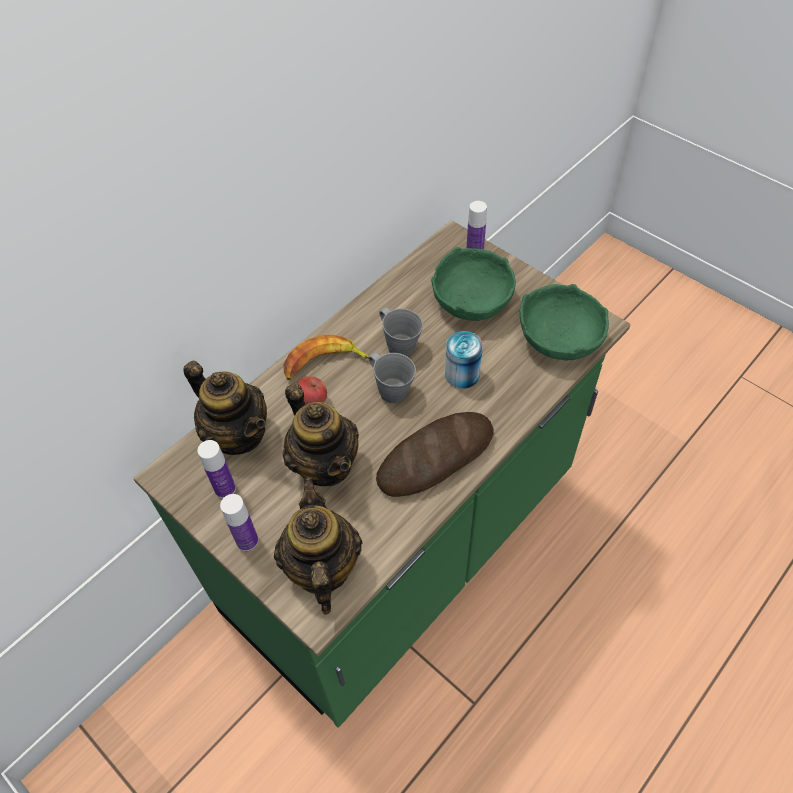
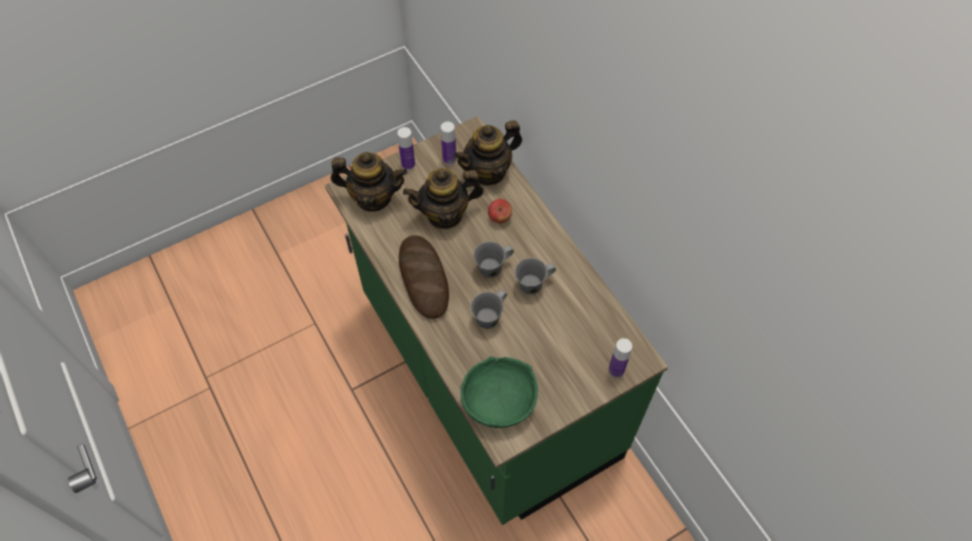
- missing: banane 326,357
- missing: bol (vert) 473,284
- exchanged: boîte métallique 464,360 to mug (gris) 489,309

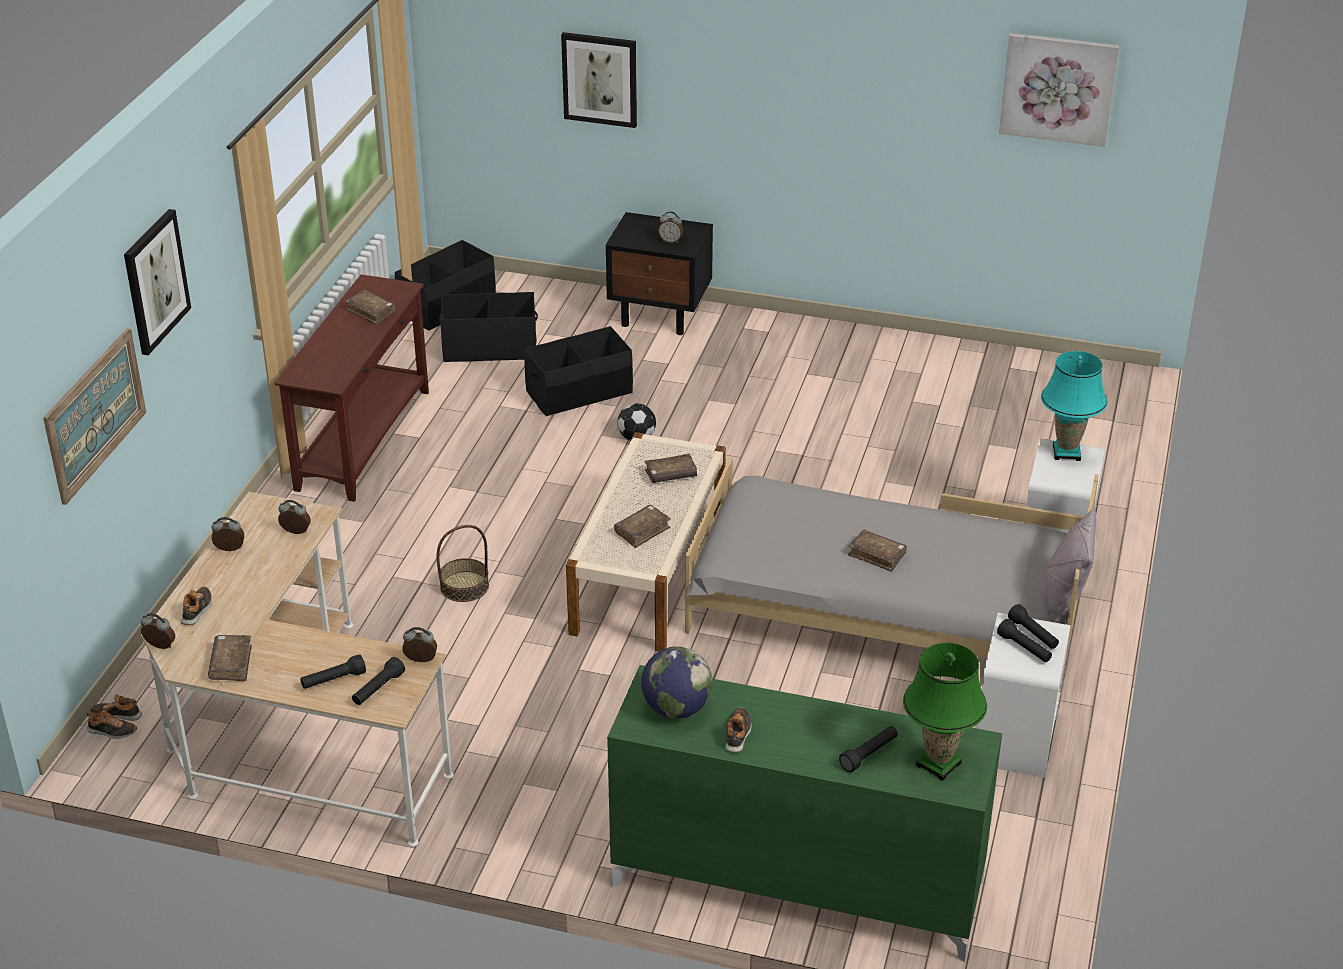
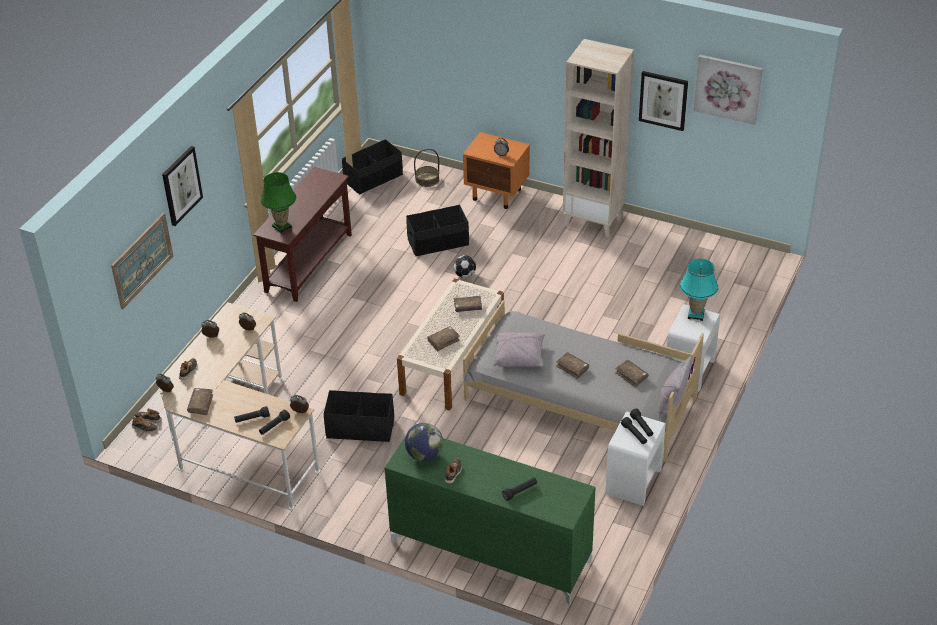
- appeared: coussin (violet) 519,349
- appeared: bibliothèque (beige) 598,138
- relocated: livre (marron) 370,307 to 631,373
- relocated: panier 463,563 to 426,168
- relocated: boîte de rangement (noir) 488,327 to 359,416
- relocated: tableau 599,80 to 663,101
- relocated: lampe de table (vert) 945,712 to 278,202
- colour: table de chevet (noir) 659,273 to table de chevet (orange) 496,170

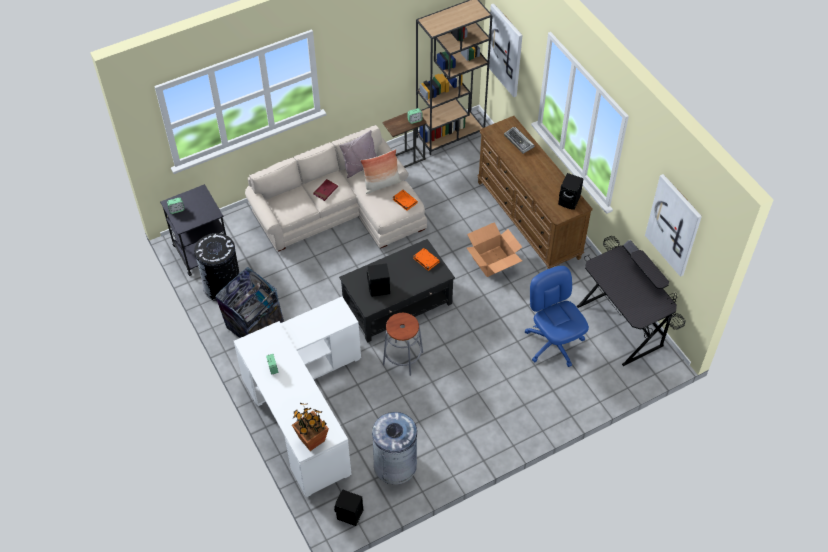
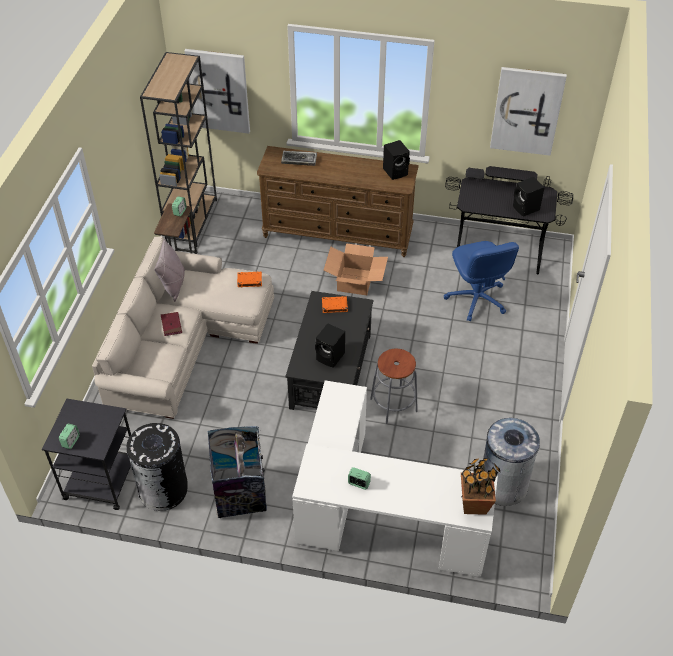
- missing: coussin 381,171
- relocated: enceinte (noir) 348,508 to 529,197
- spun: chaise de bureau (bleu) 557,316 = 481,281 120 degrees counterclockwise

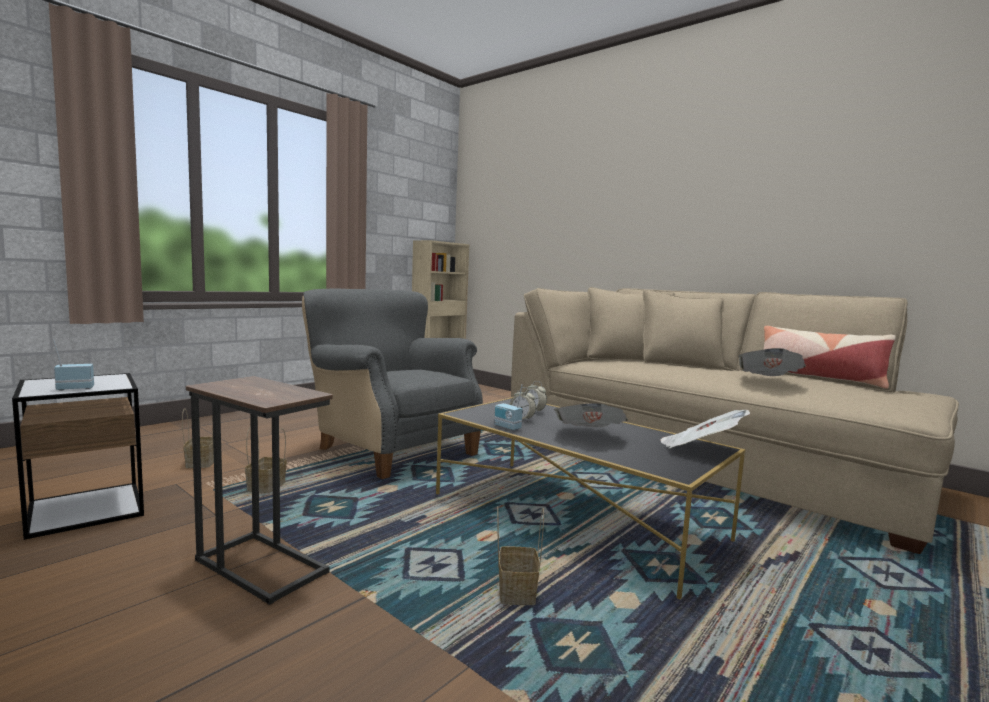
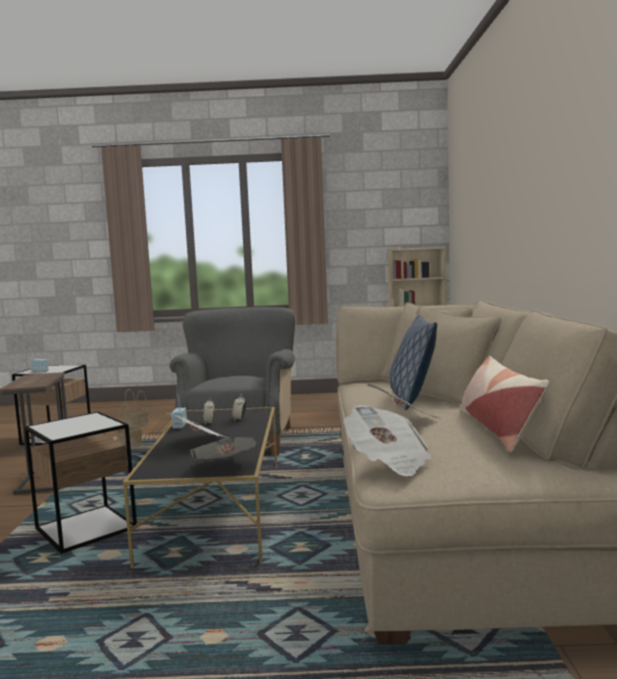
- appeared: journal 388,441
- appeared: coussin 413,362
- exchanged: panier 520,555 to table d'appoint 80,483

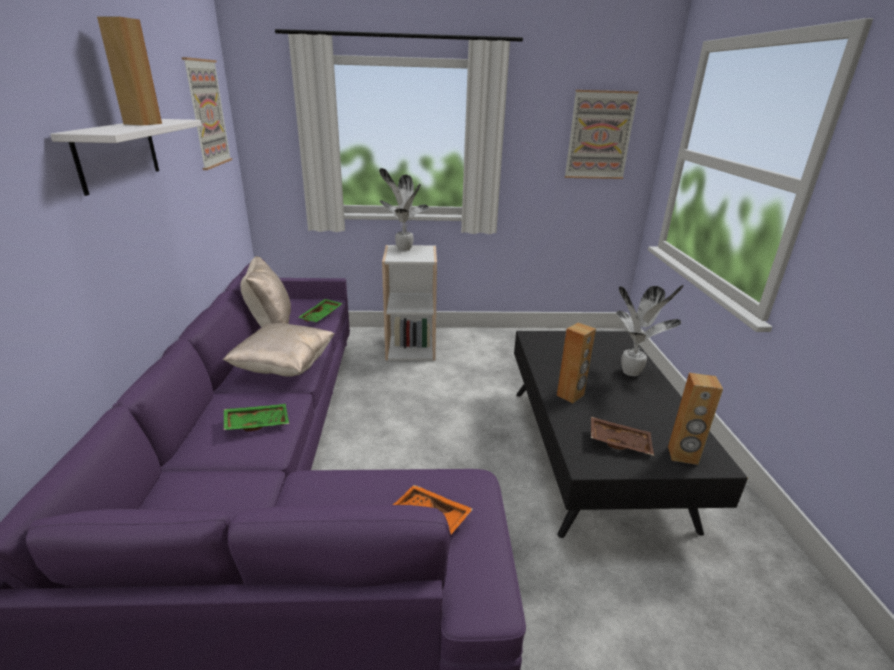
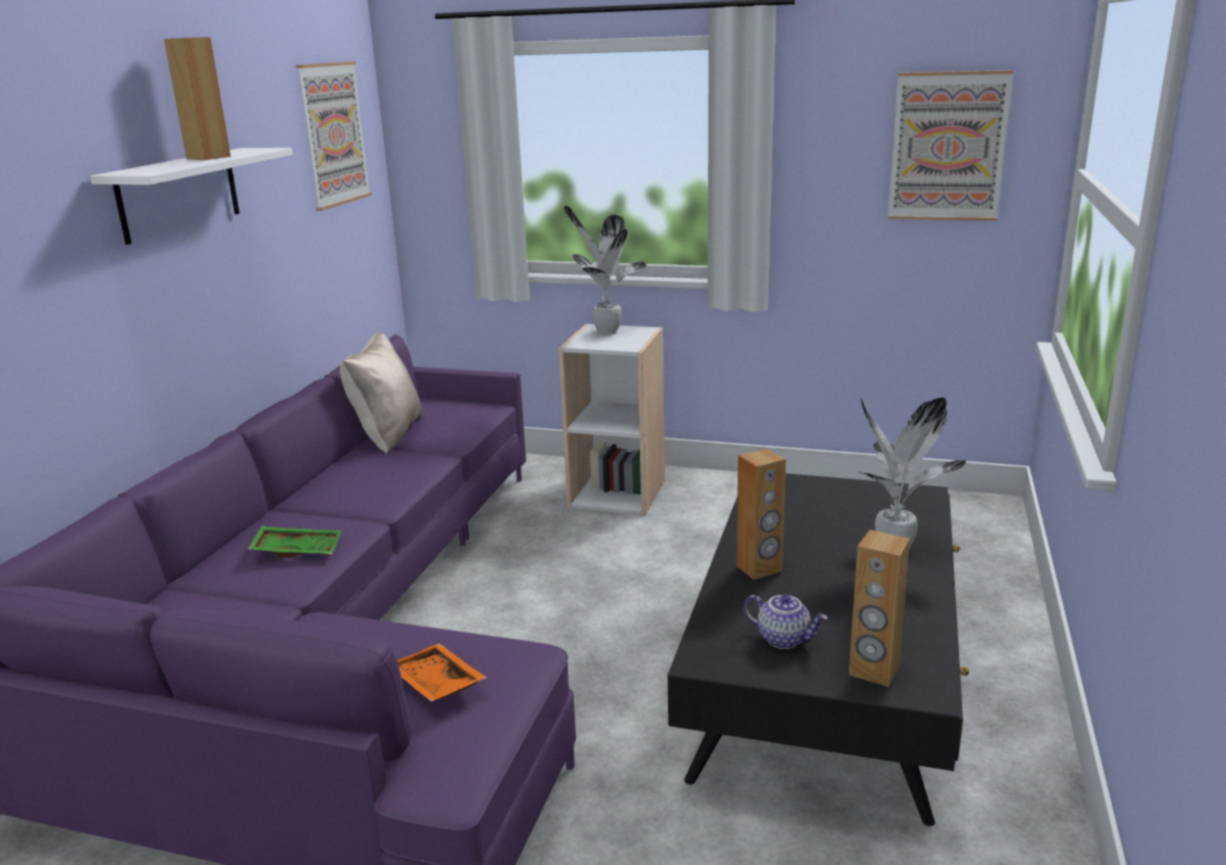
- missing: coussin (beige) 279,350
- missing: plateau (vert) 320,310
- exchanged: plateau (marron) 622,436 to théière 785,621

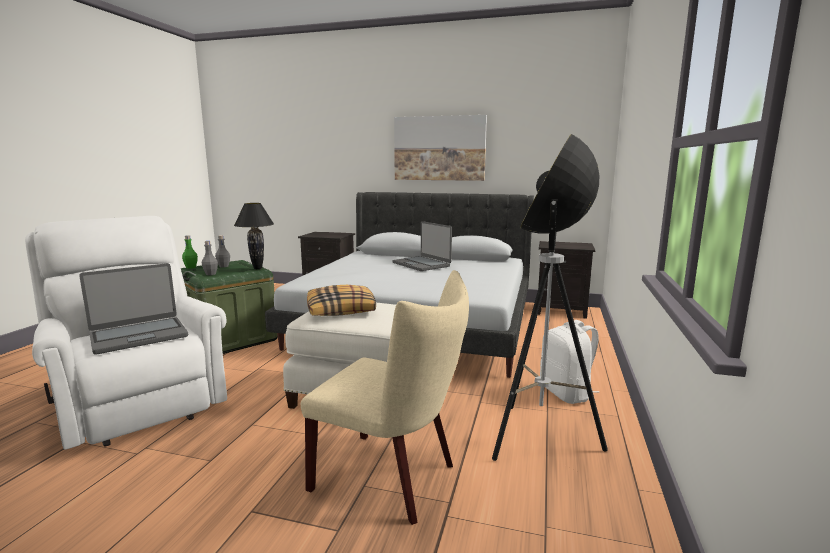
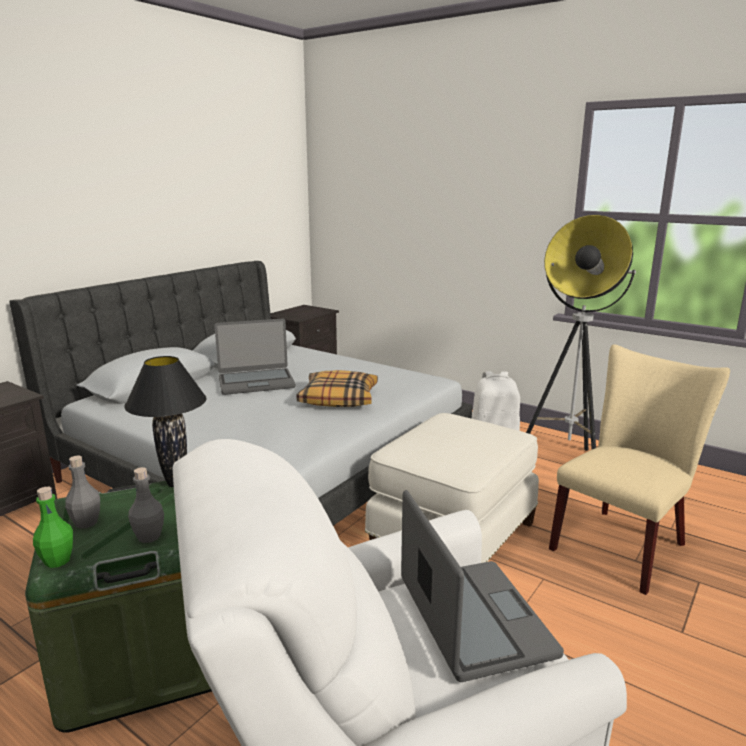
- missing: tableau 440,148
- relocated: coussin 341,300 to 337,388

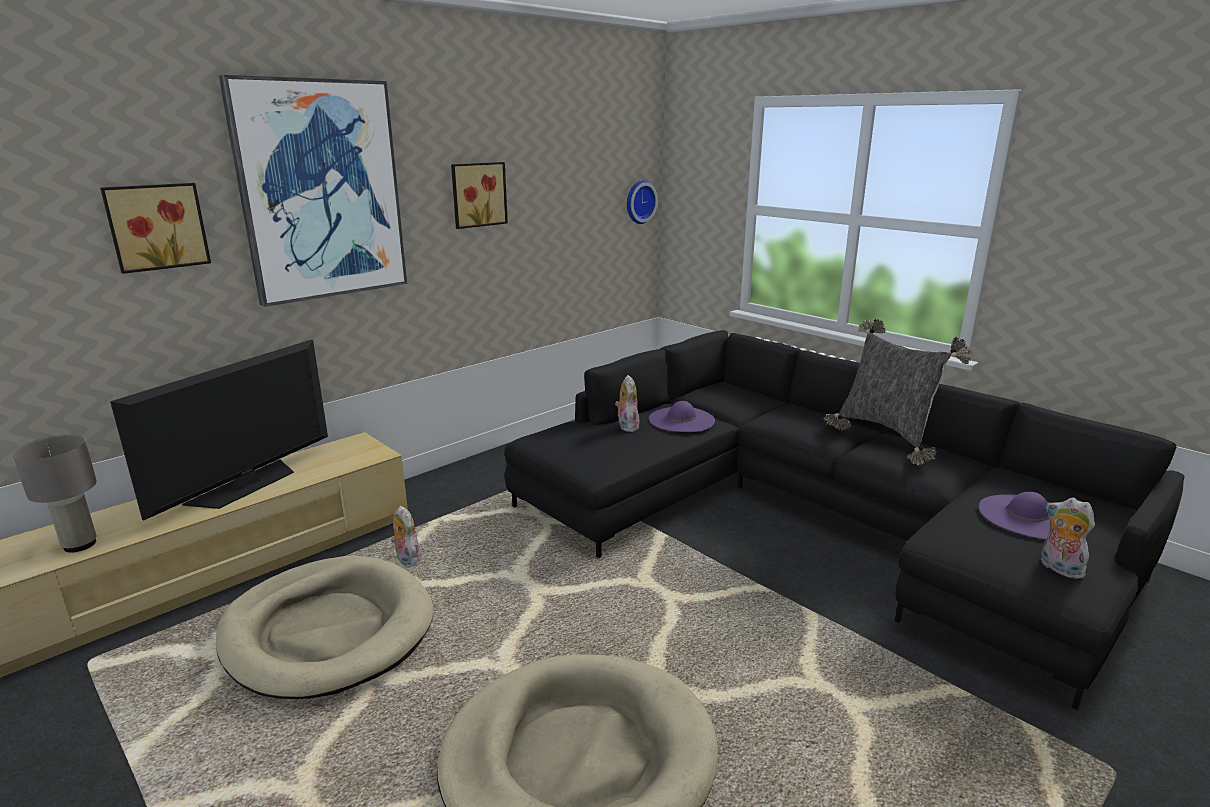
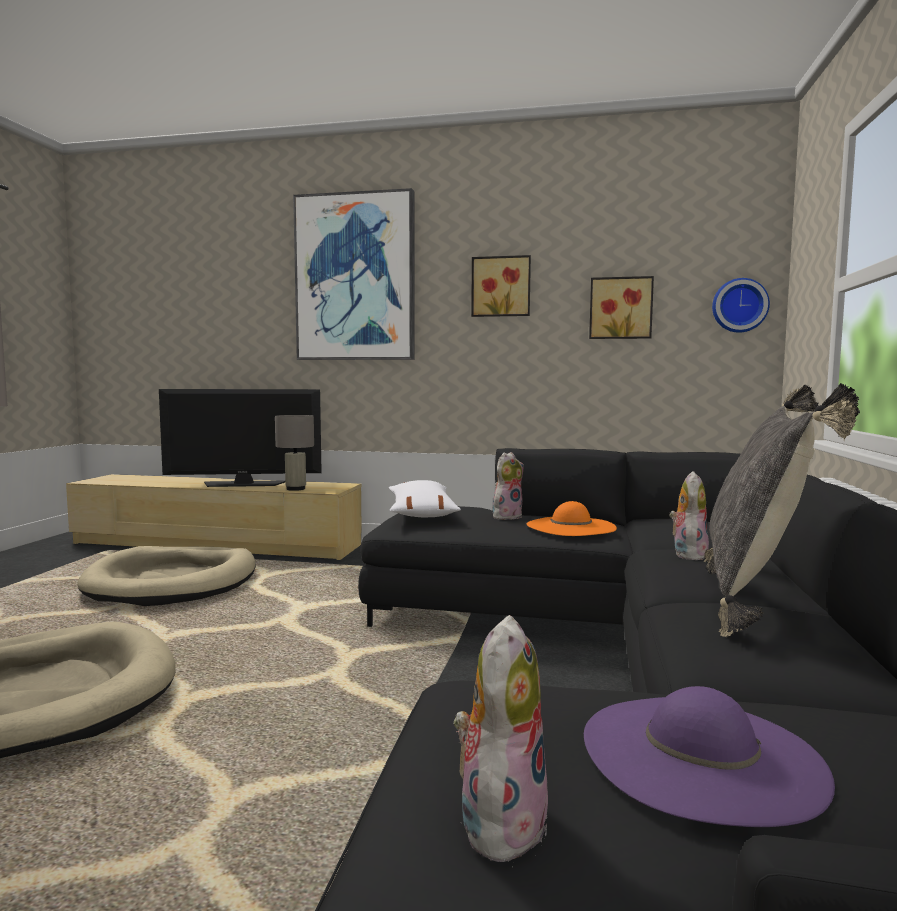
- appeared: coussin (blanc) 425,498
- relocated: lampe de table (gris) 55,494 to 294,453
- relocated: tableau 155,228 to 621,307
- relocated: peluche 406,536 to 689,515
- colour: chapeau (violet) 682,416 to chapeau (orange) 572,518

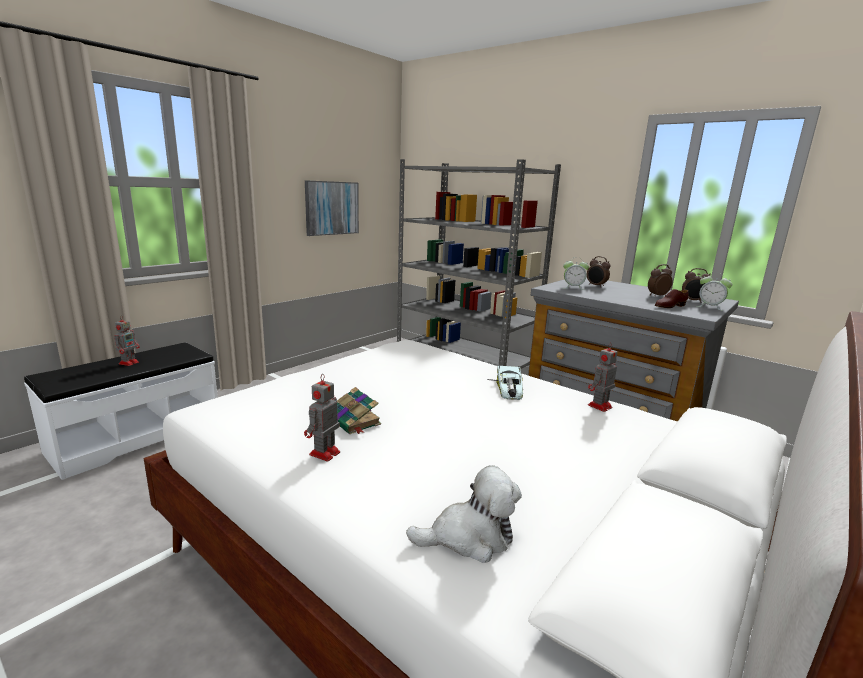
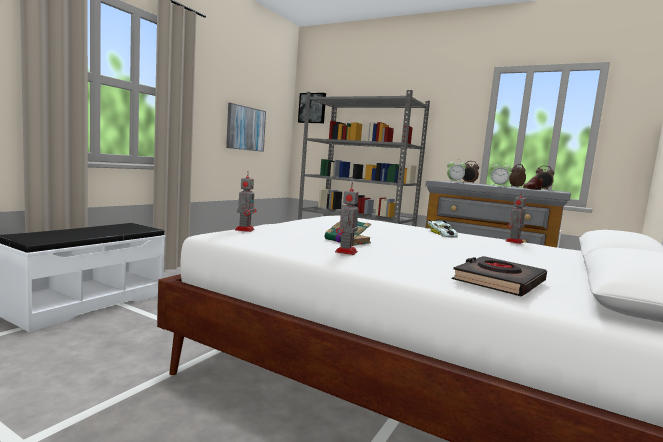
- appeared: tableau 312,108
- relocated: robot jouet 127,341 to 245,202
- relocated: réveil 714,292 to 501,175
- exchanged: peluche 464,514 to livre (noir) 499,276

